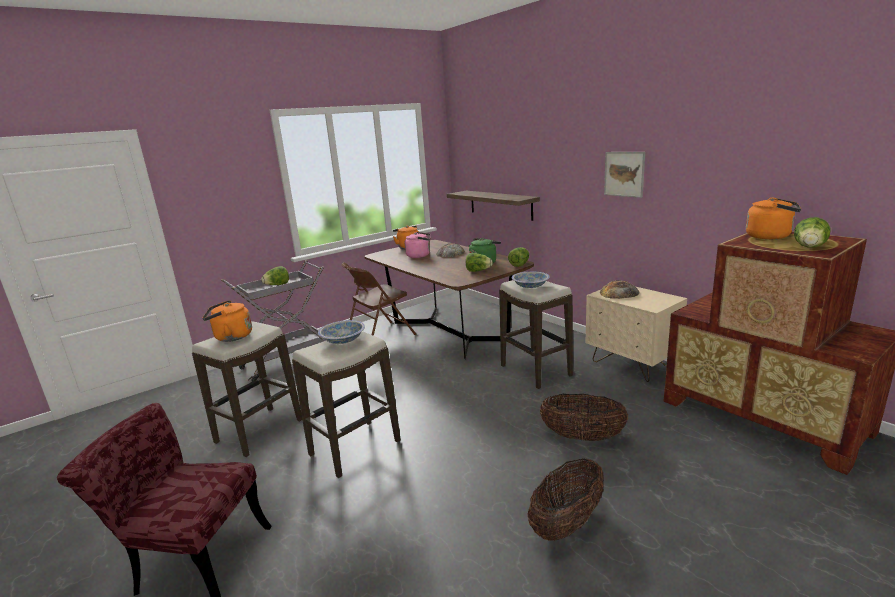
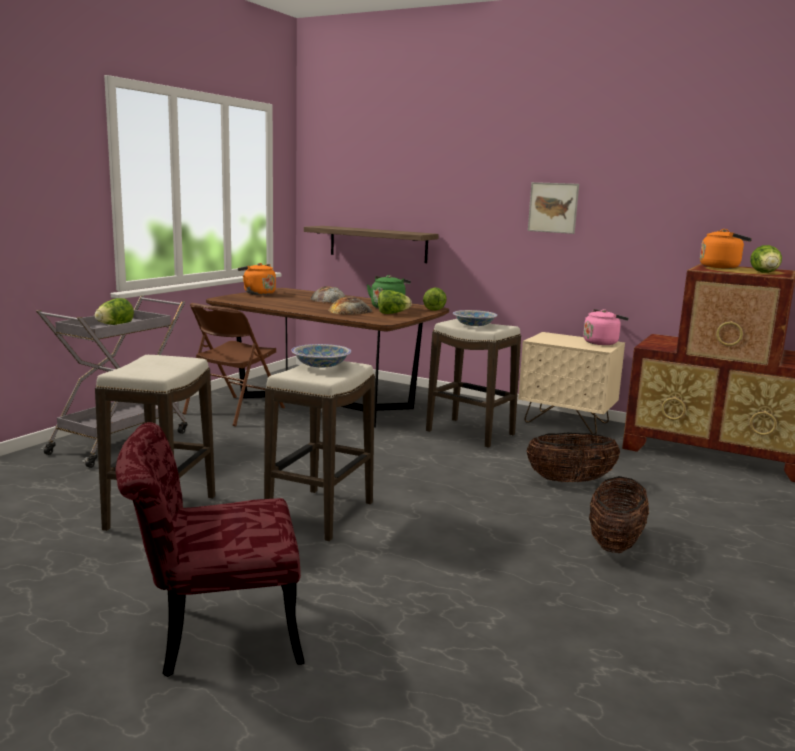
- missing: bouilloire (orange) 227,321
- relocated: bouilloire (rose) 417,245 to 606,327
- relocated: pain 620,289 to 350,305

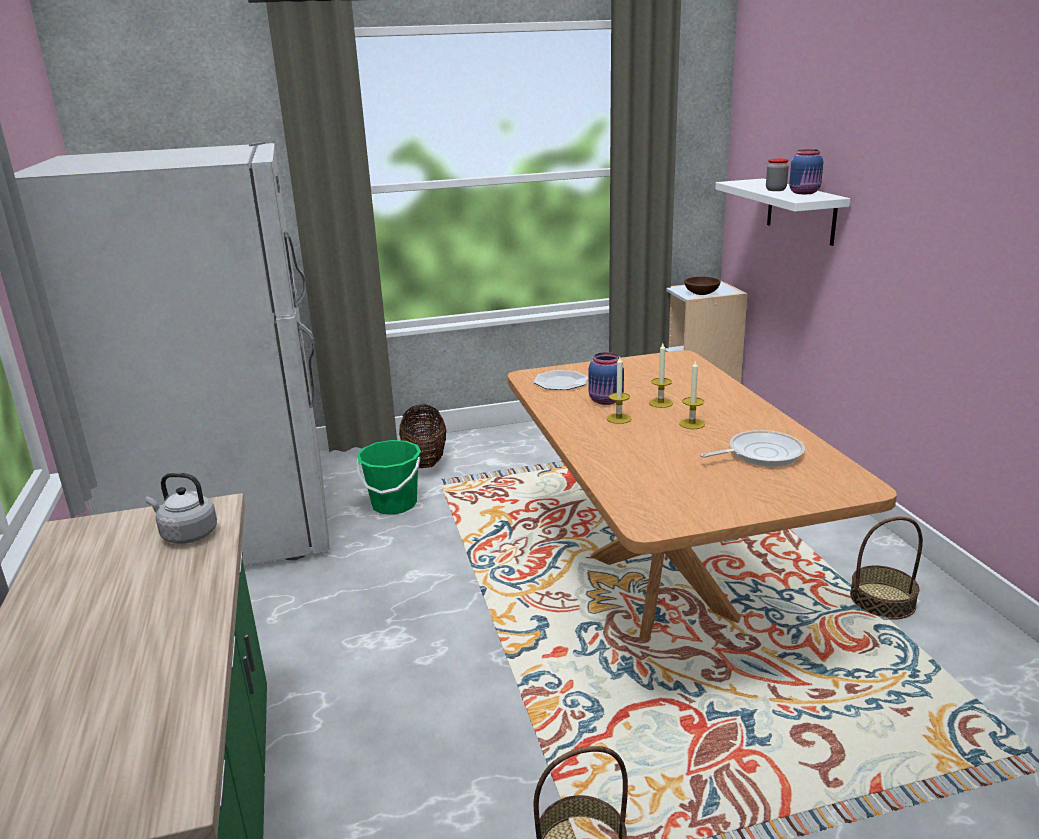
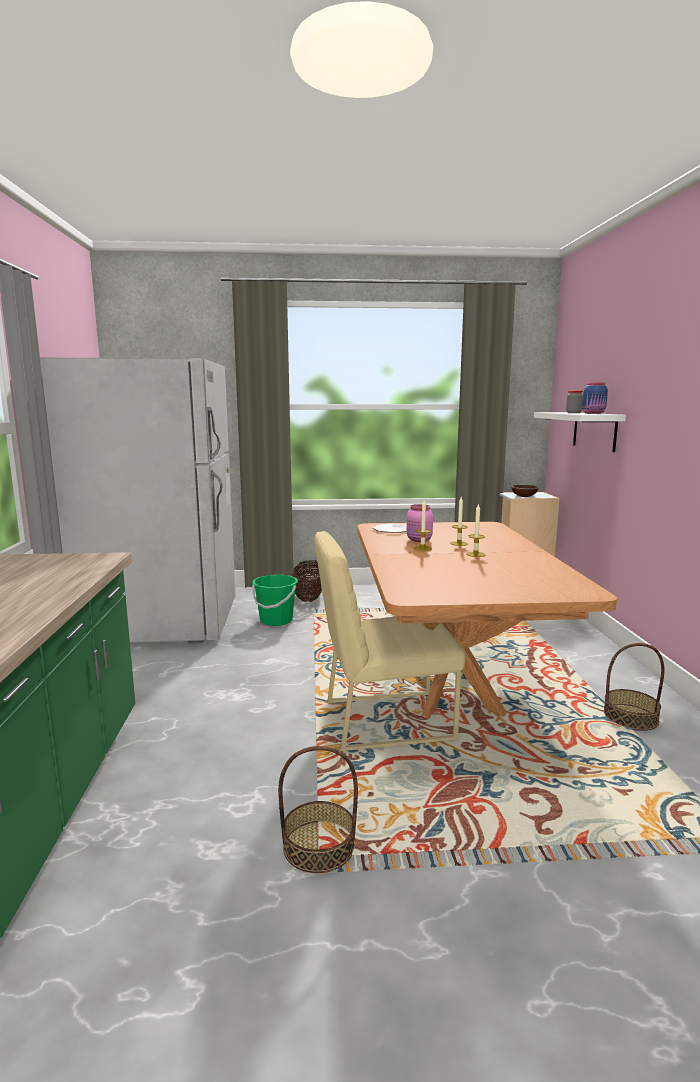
- missing: bouilloire (gris) 181,508
- missing: poêle 752,448
- appeared: chaise (beige) 389,641
- colour: bocal (bleu) 606,378 to bocal (rose) 420,523

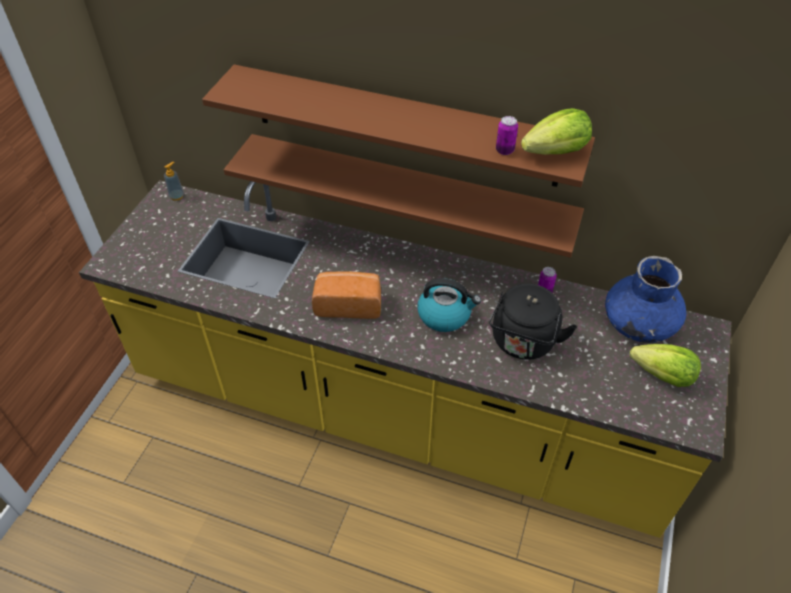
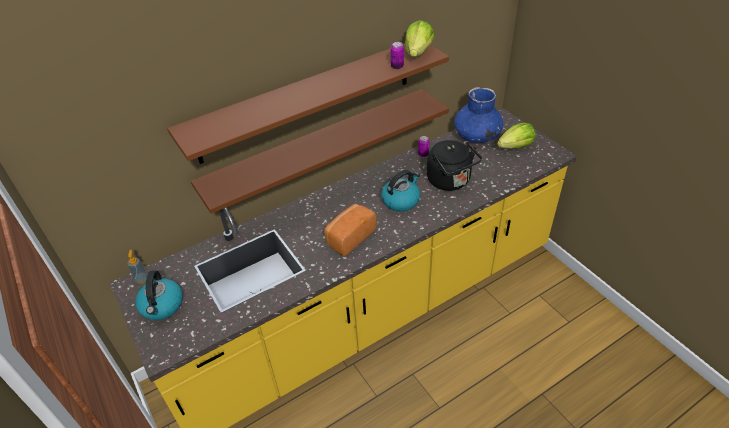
- appeared: bouilloire 159,295

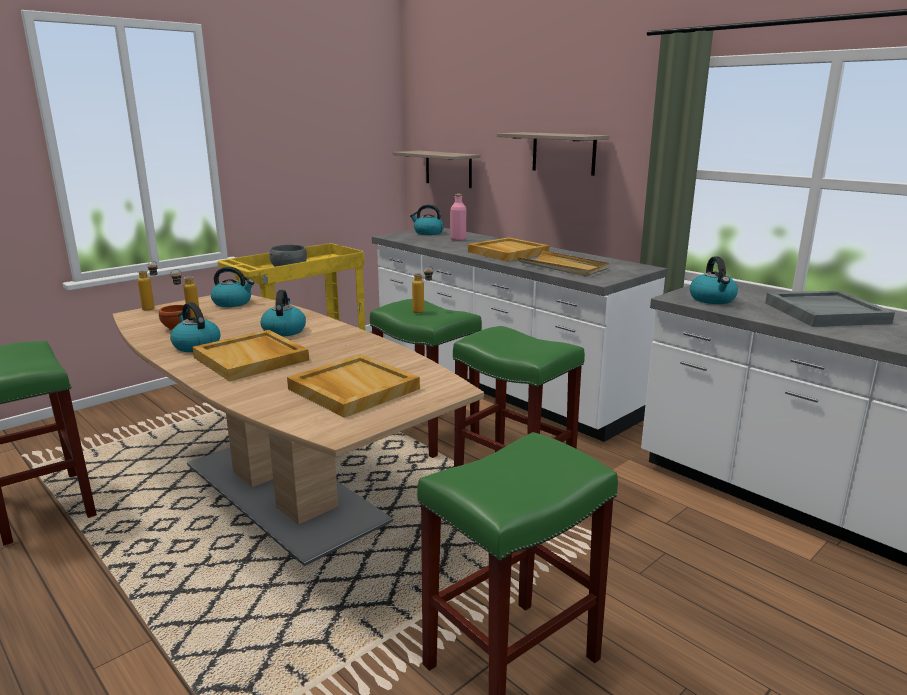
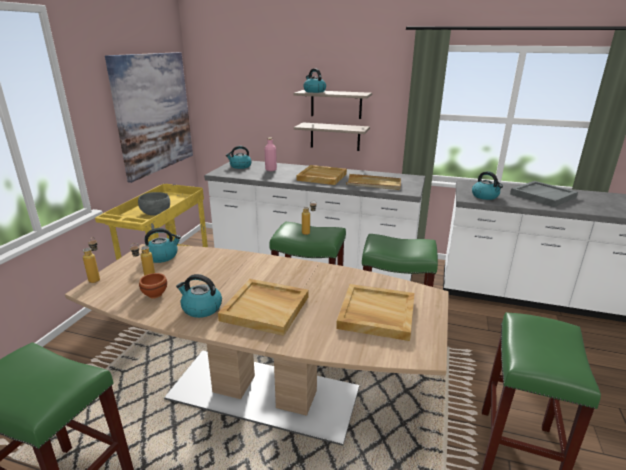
- appeared: tableau 149,117
- relocated: bouilloire 283,313 to 314,80
- relocated: étagère 437,169 to 332,136

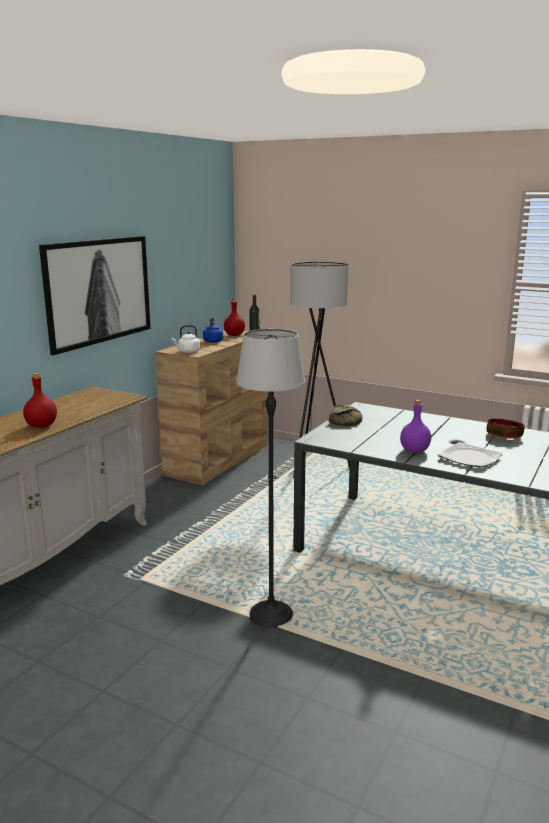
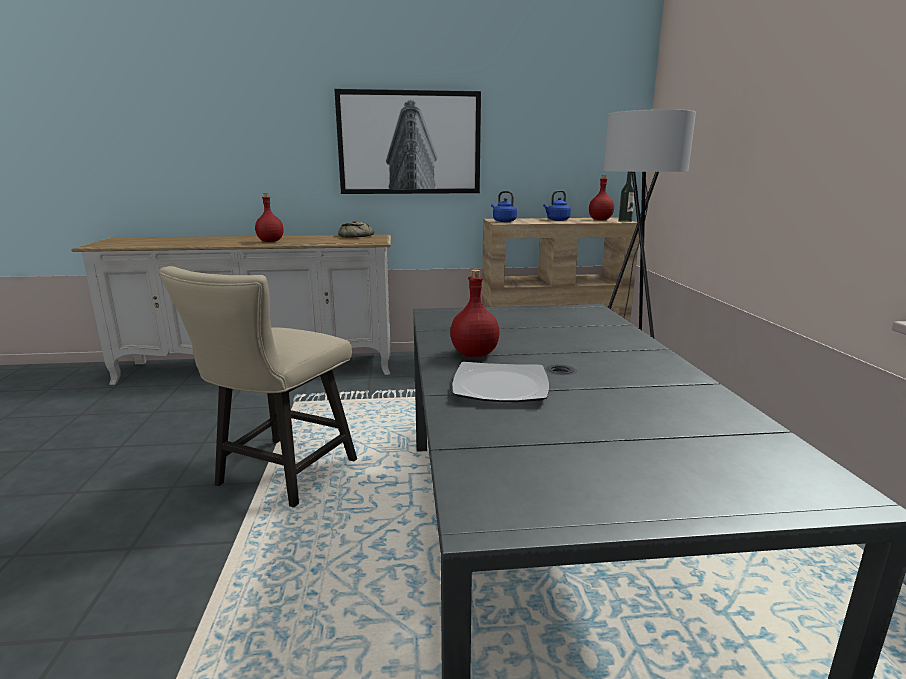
- missing: bol 505,429
- relocated: pain 345,415 to 356,229
- exchanged: lampadaire 271,478 to chaise (beige) 258,387
- colour: bouilloire (blanc) 185,339 to bouilloire (bleu) 504,206
- colour: bouteille (violet) 415,426 to bouteille (rouge) 475,313

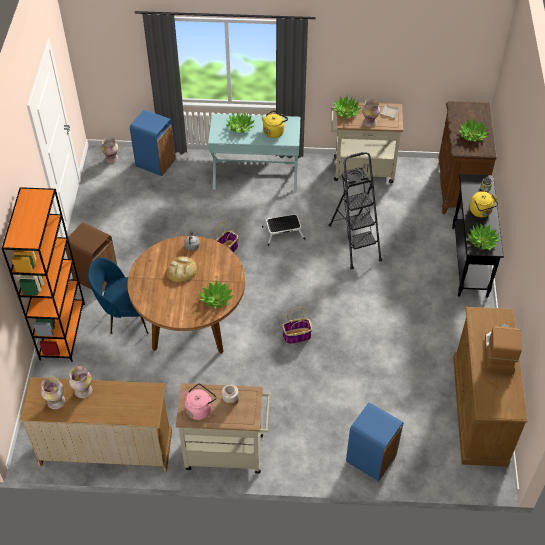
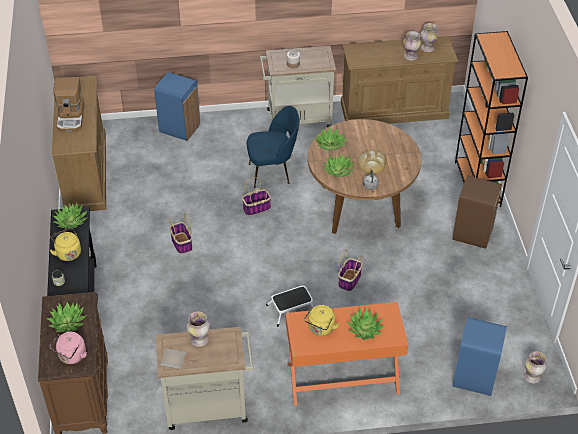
- missing: escabeau 355,210
- appeared: panier 180,234
- relocated: chaise (bleu) 118,295 to 273,147
- relocated: bouilloire (rose) 200,401 to 68,348
- relocated: plante en pot 347,107 to 339,165
- colour: bureau (turquoise) 254,153 to bureau (orange) 347,354

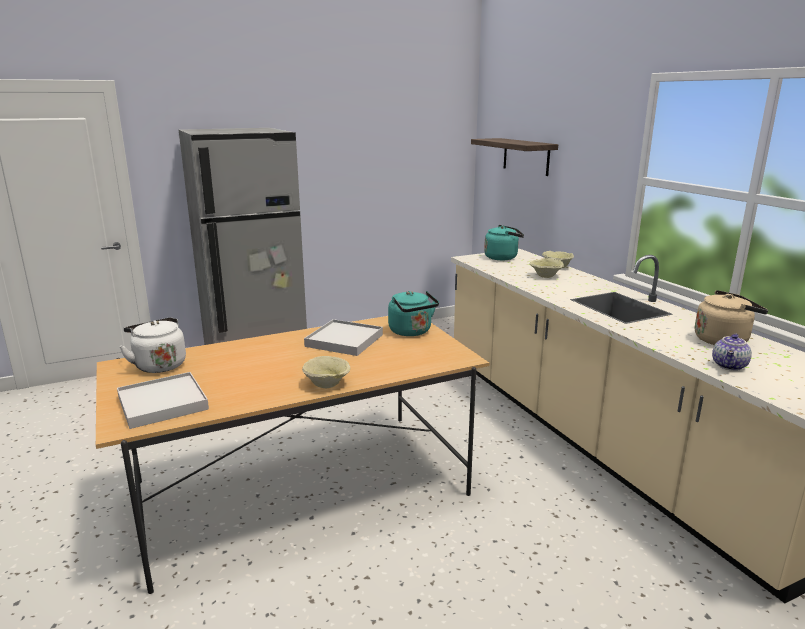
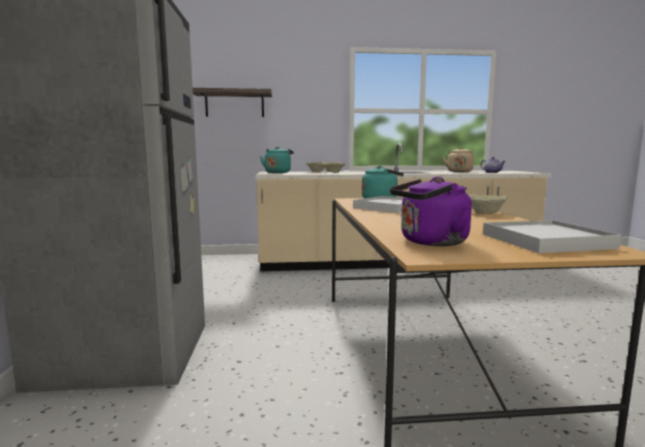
- colour: bouilloire (blanc) 152,345 to bouilloire (violet) 431,211

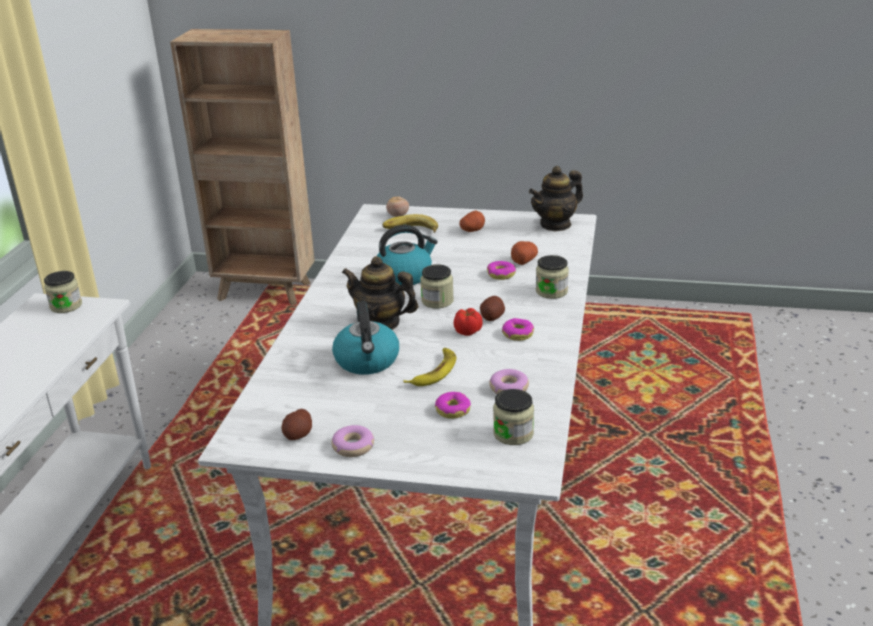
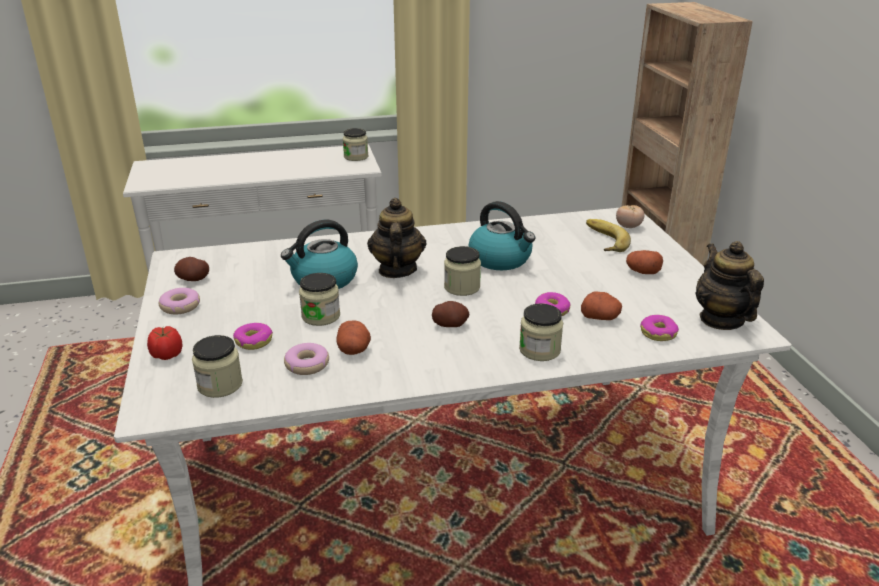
- appeared: pomme de terre 353,337
- relocated: tomate 468,322 to 165,343
- relocated: beignet 518,329 to 659,328
- exchanged: banane 430,367 to bocal 319,299
- spun: théière 556,198 = 730,285 45 degrees clockwise

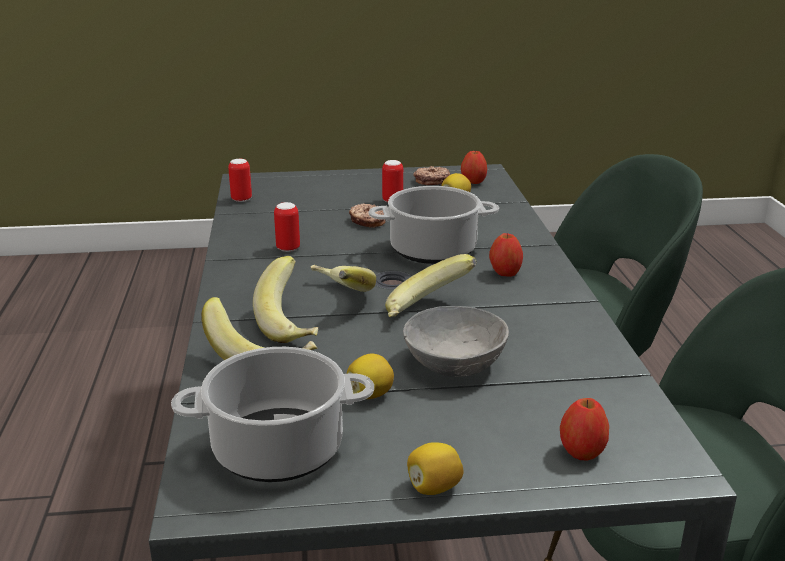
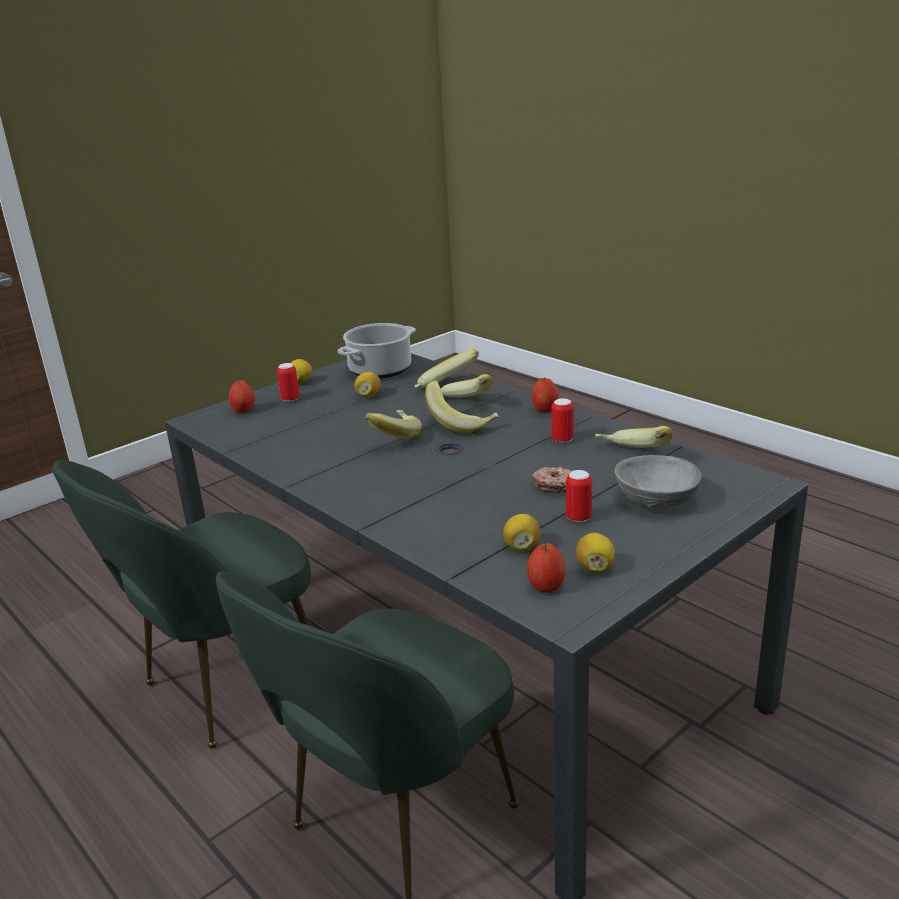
- missing: marmite 434,225
- appeared: banane 633,436
- relocated: boîte métallique 240,180 to 288,382
- relocated: bol (gris) 456,341 to 658,482
- relocated: pomme 506,255 to 545,394
- exchanged: beignet 431,175 to citron 595,552

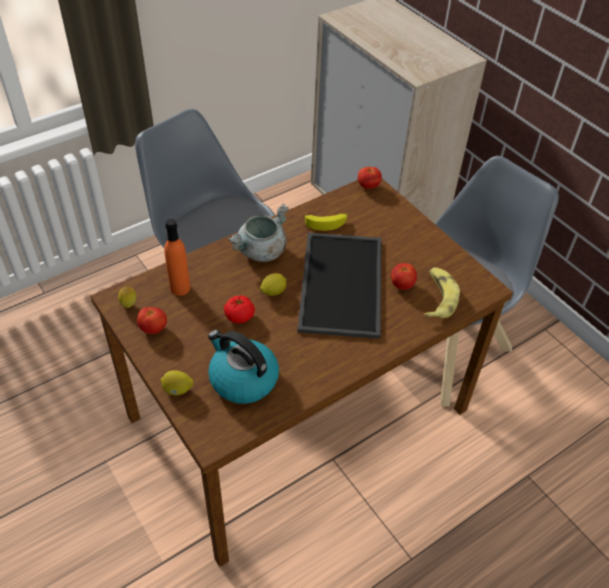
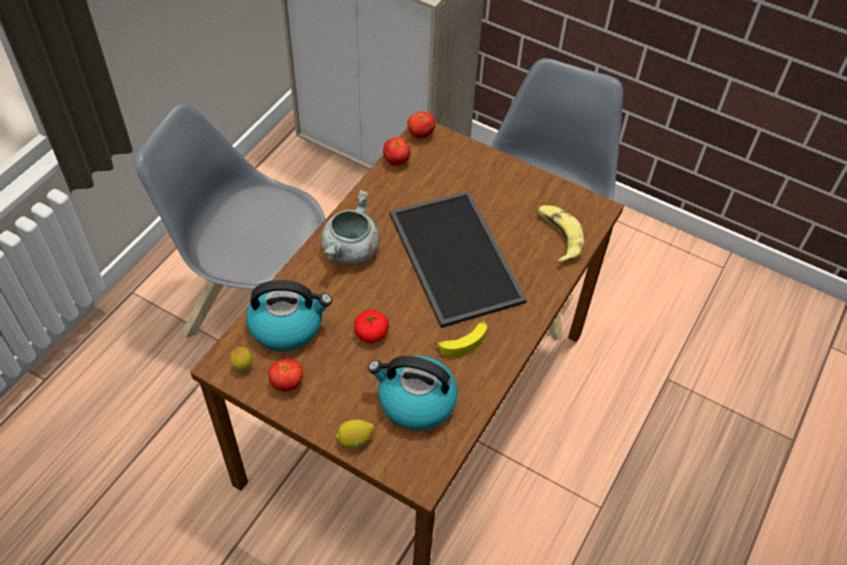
- missing: citron 273,284
- relocated: banane 325,222 to 461,339
- relocated: tomate 404,276 to 396,151
- exchanged: bouteille (orange) 177,257 to bouilloire 289,315

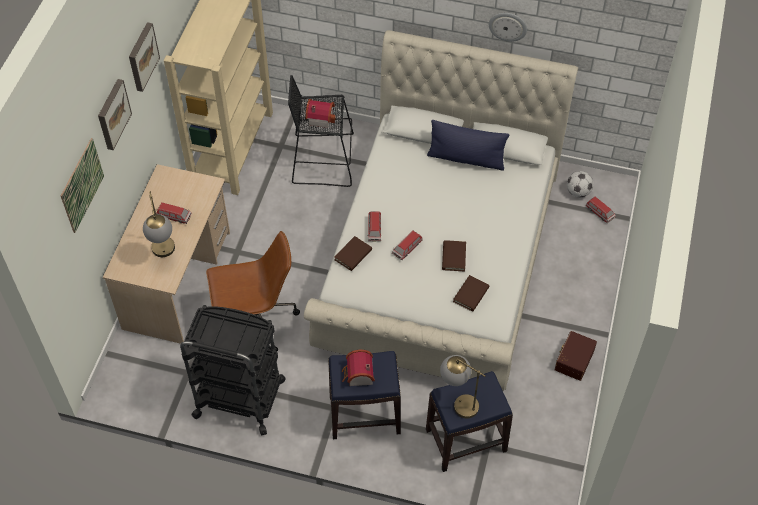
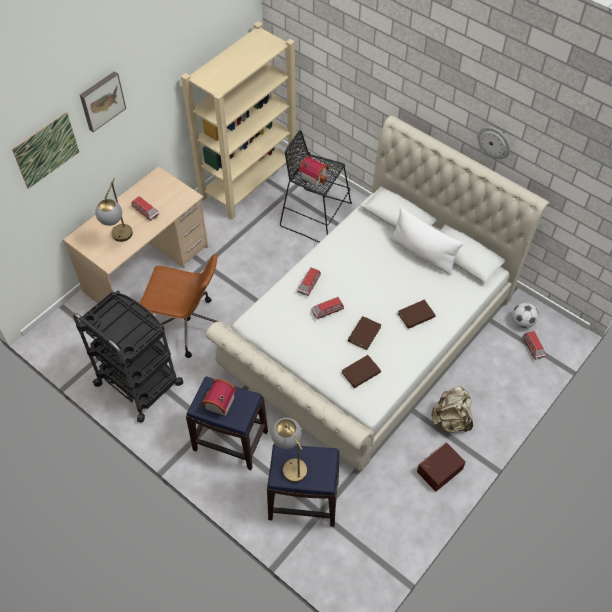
- missing: tableau 144,57
- appeared: sac à dos (beige) 452,409
- relocated: livre (marron) 353,253 to 416,314
- colour: coussin (bleu) 468,145 to coussin (blanc) 427,241

